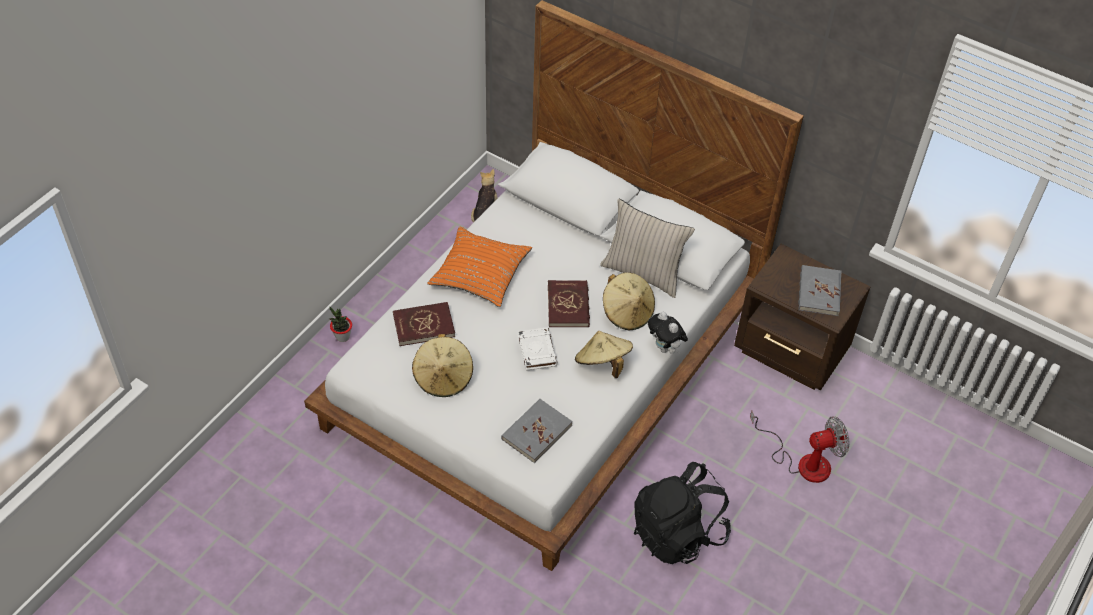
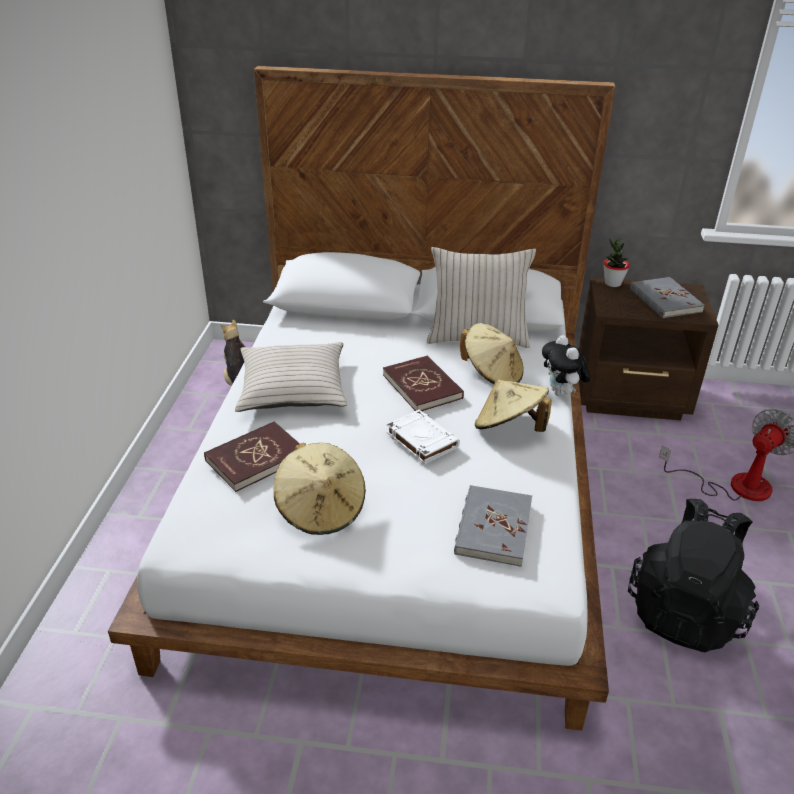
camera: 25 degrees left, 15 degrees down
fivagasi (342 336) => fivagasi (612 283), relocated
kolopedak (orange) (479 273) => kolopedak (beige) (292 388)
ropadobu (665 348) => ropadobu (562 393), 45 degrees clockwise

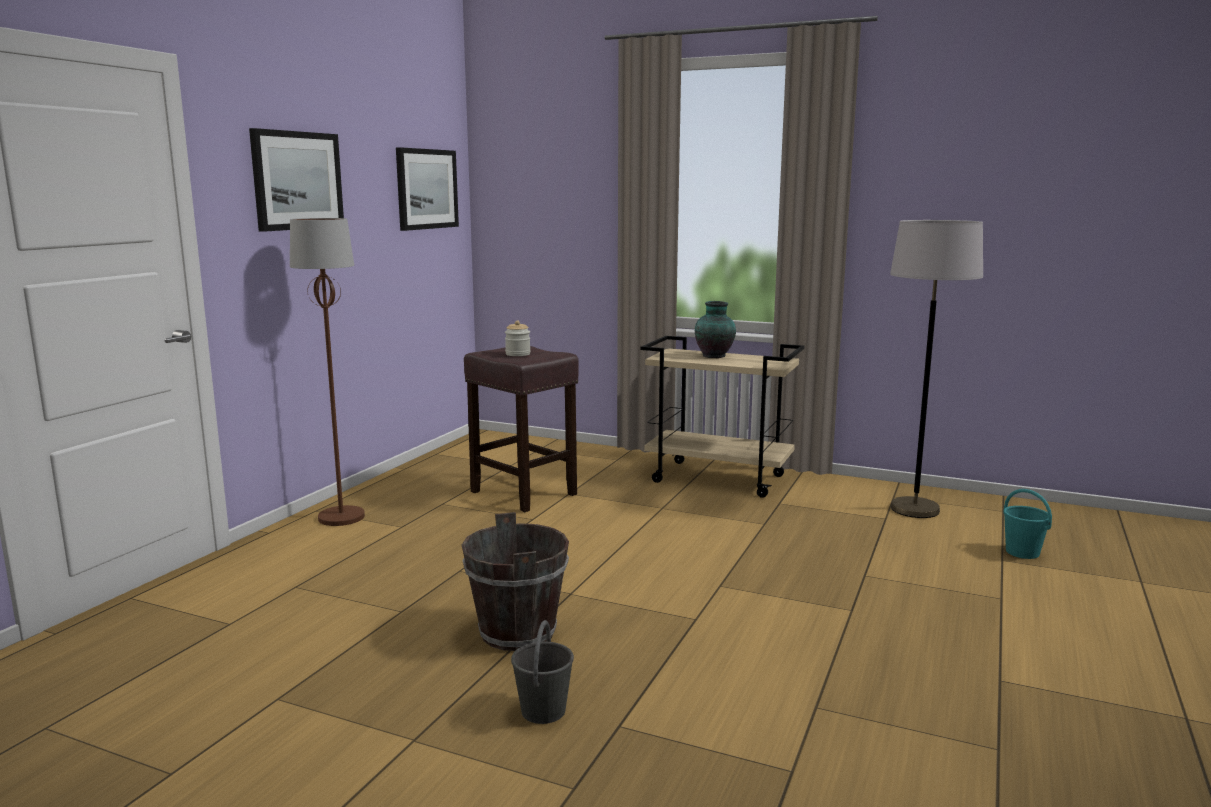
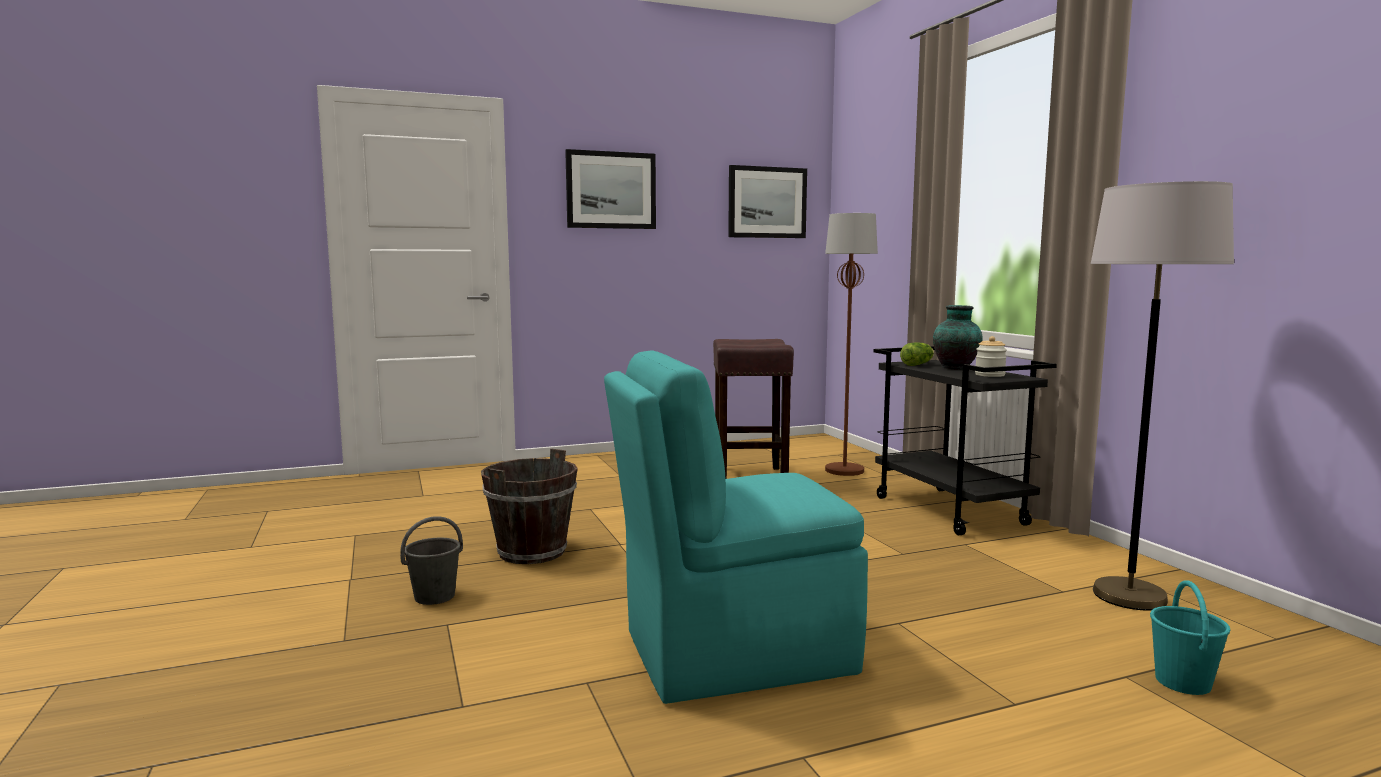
camera: 45 degrees right, 5 degrees down
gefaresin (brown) (342 517) => gefaresin (brown) (845 470), relocated
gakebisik (518 354) => gakebisik (989 375), relocated
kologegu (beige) (720 479) => kologegu (black) (951 511)
nothing => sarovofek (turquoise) (732 653)
nothing => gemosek (918 364)

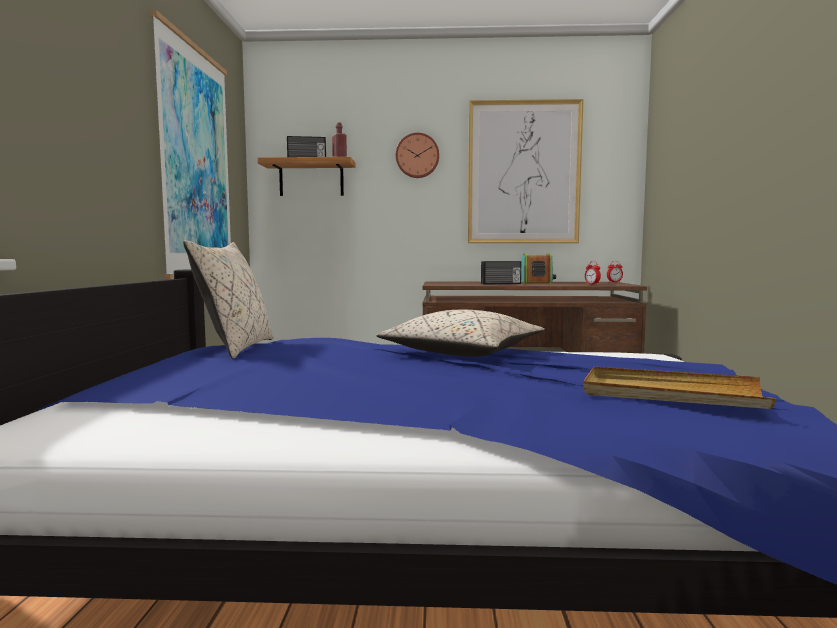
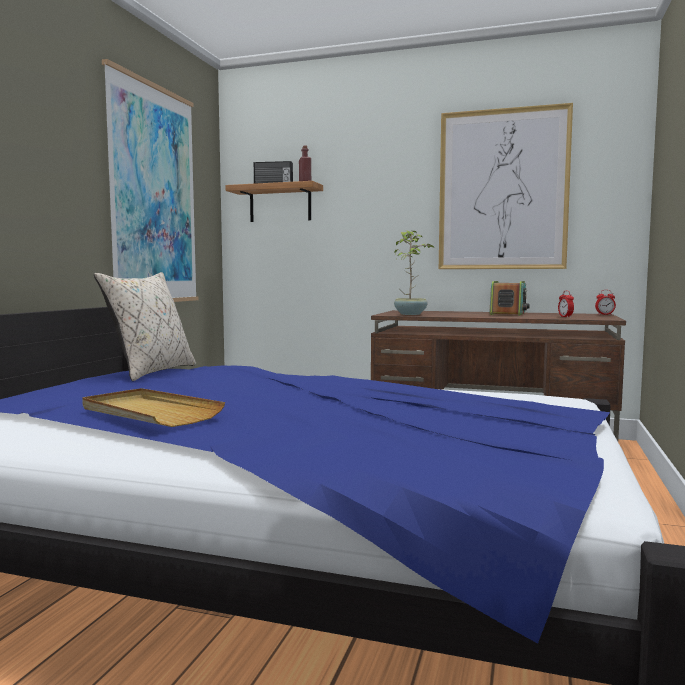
camera: 15 degrees right, 0 degrees up
kolopedak (beige) (462 353) => nothing
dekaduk (417 156) => nothing
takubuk (501 284) => nothing
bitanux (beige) (670 394) => bitanux (beige) (149 412), relocated
nothing => fivagasi (411 314)

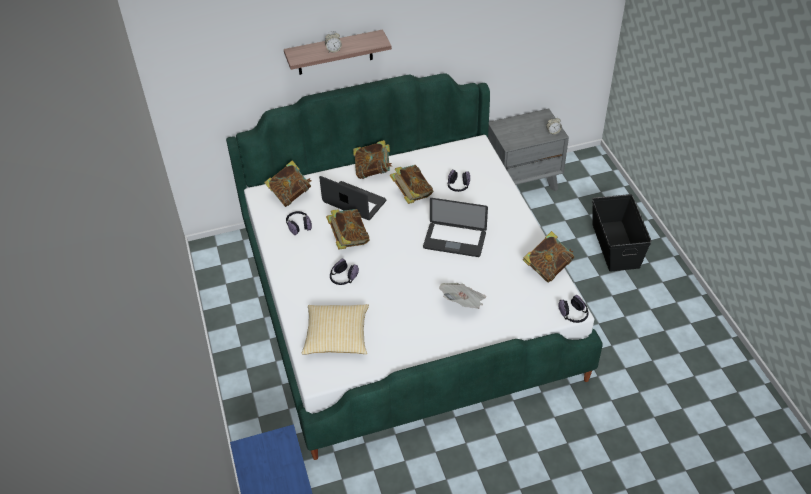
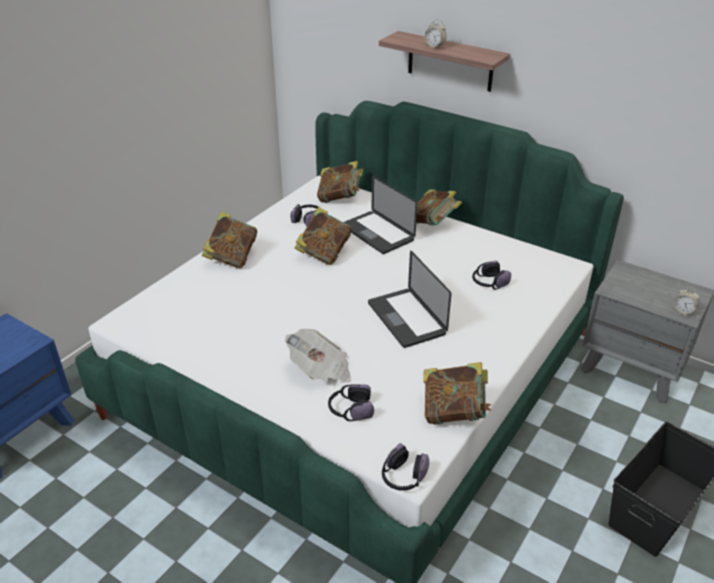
camera: 50 degrees right, 10 degrees down
kolopedak (337 337) => nothing
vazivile (354 202) => vazivile (377 233), 150 degrees clockwise
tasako (343 278) => tasako (350 410), relocated
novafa (411 194) => novafa (232 257), relocated

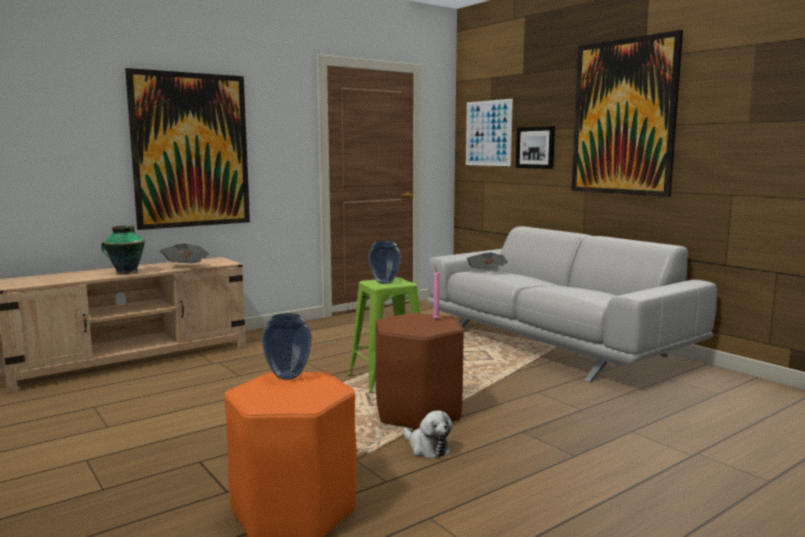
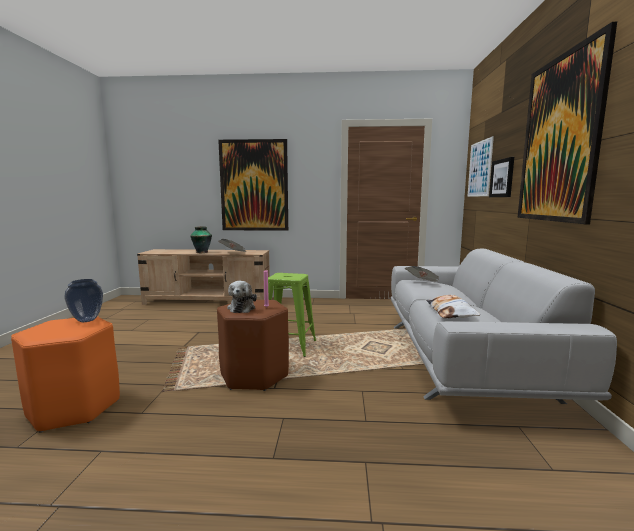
camera: 40 degrees right, 0 degrees up
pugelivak (384 282) => nothing
ropadobu (427 448) => ropadobu (242 308), relocated
nothing => kolopedak (451 312)

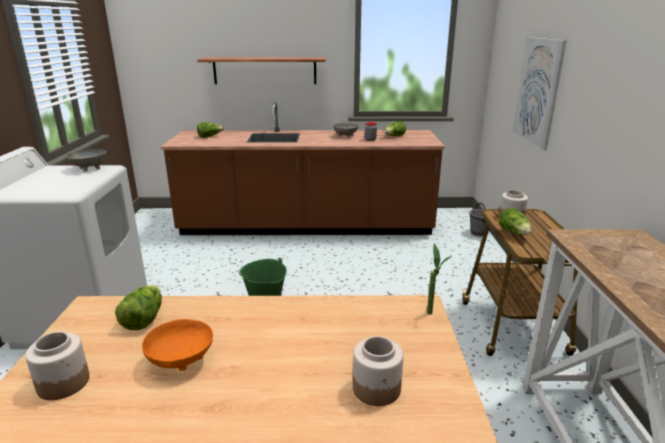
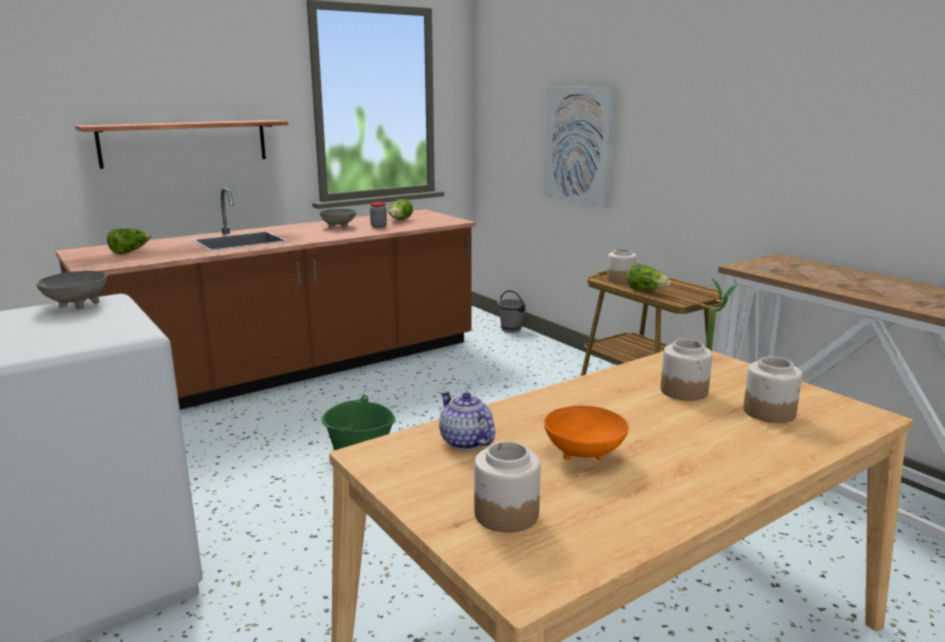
camera: 35 degrees left, 5 degrees down
gemosek (143 319) => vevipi (465 441)
nothing => gakebisik (684 391)

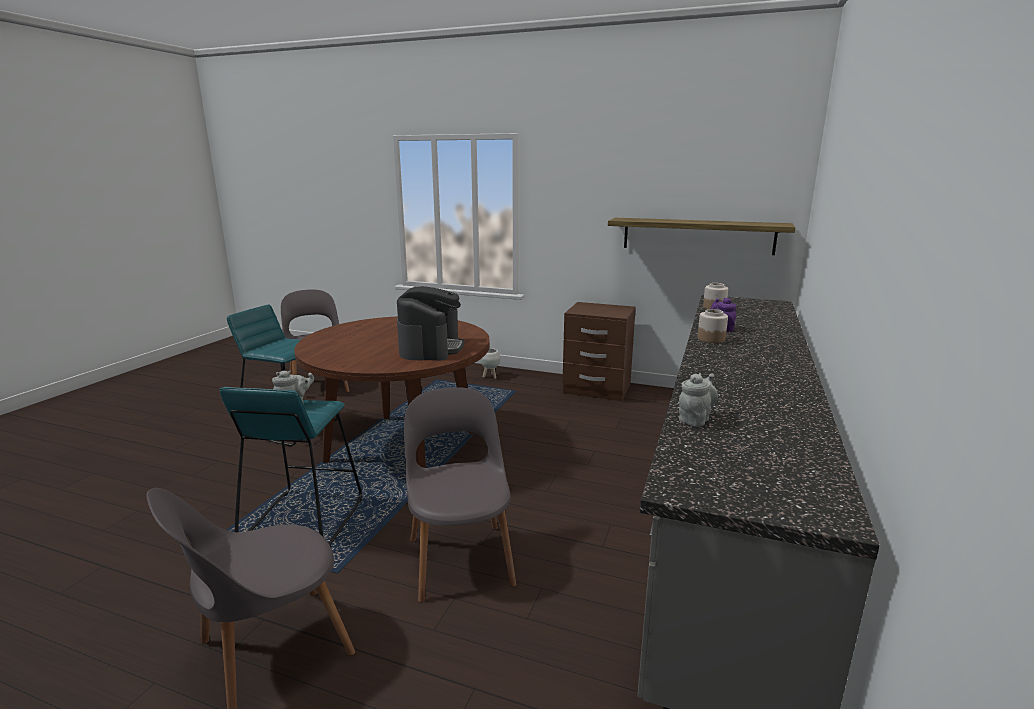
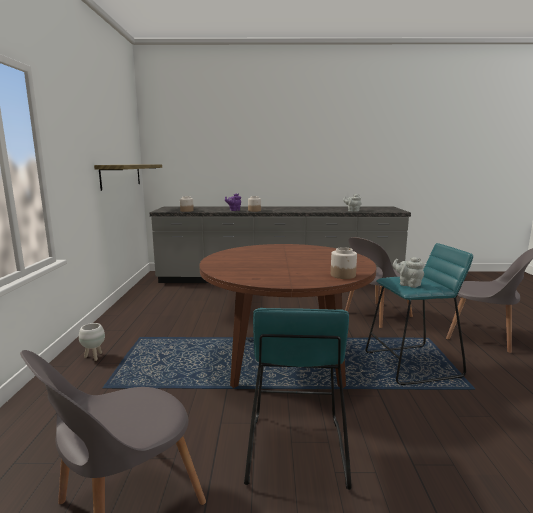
camera: 110 degrees left, 5 degrees down
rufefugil (431 348) => nothing
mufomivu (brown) (596 389) => nothing
nothing => gakebisik (343 275)

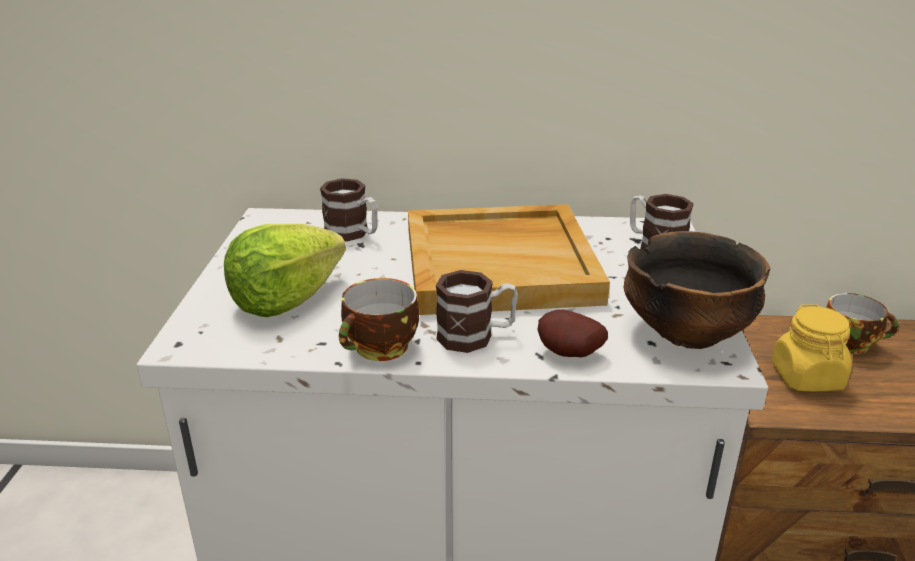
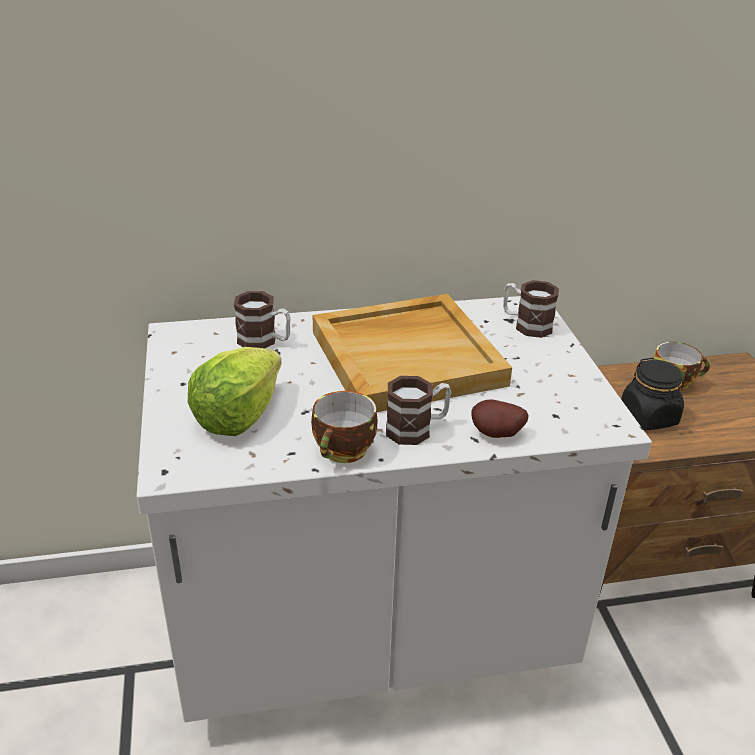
camera: 15 degrees left, 5 degrees up
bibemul (686 334) => nothing
gakebisik (yellow) (807 377) => gakebisik (black) (649 417)

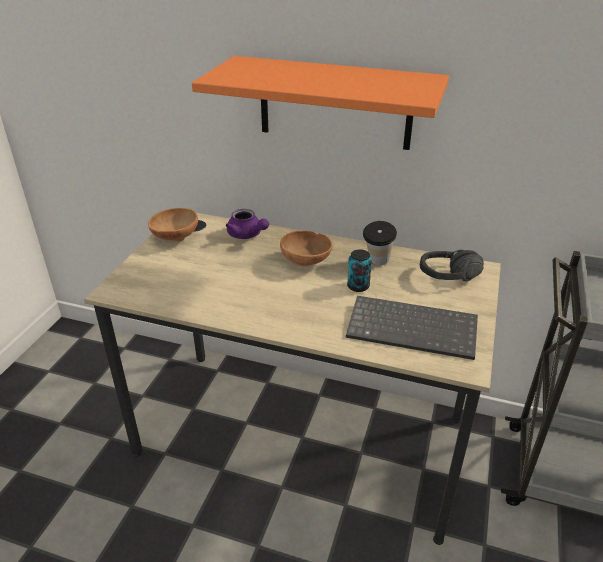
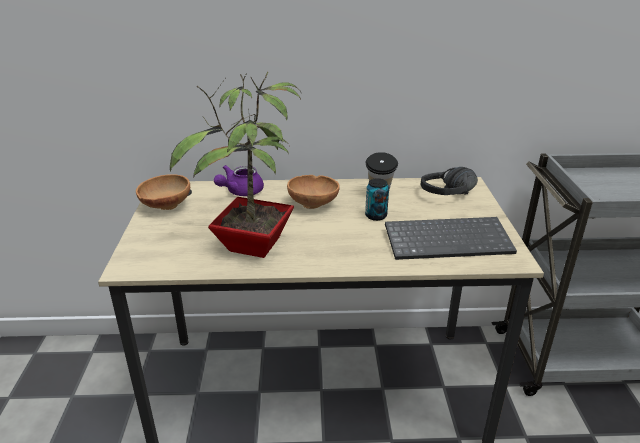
camera: 20 degrees left, 5 degrees down
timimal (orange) (335 103) => nothing
vevipi (purple) (247 235) => vevipi (purple) (240 192), 105 degrees clockwise
nothing => fivagasi (253 247)

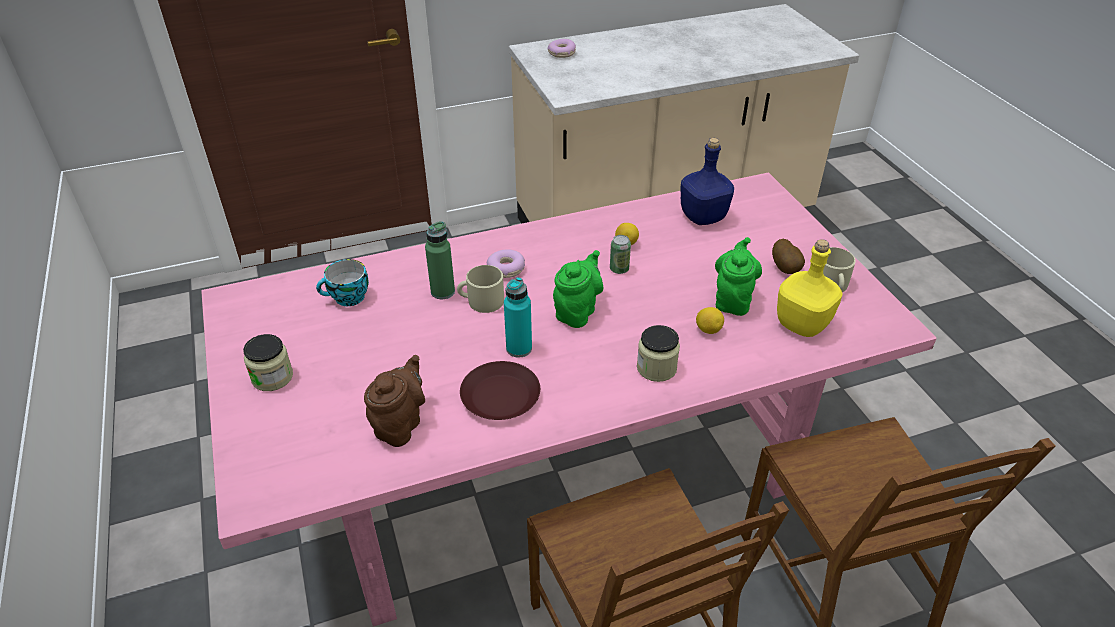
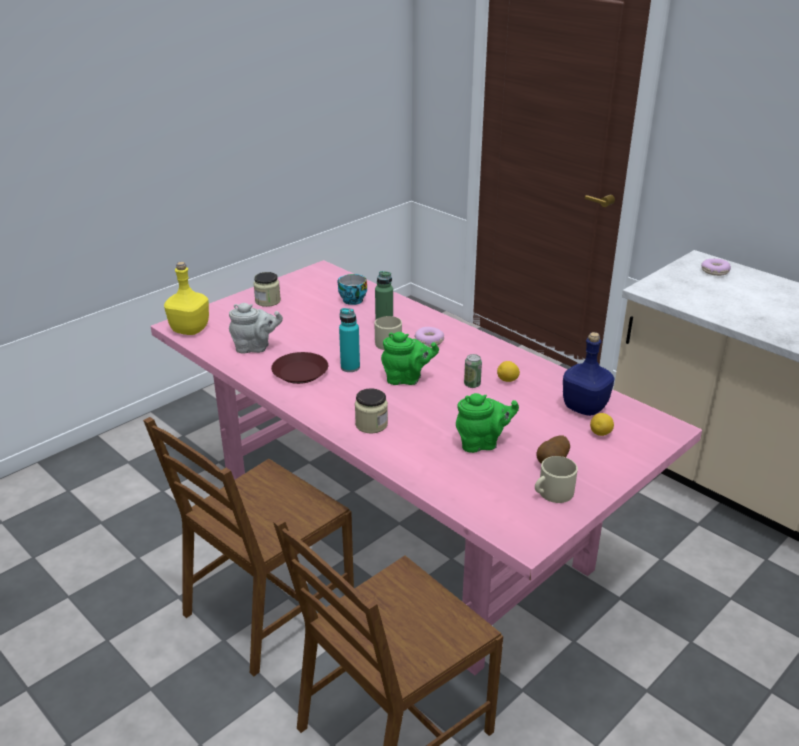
camera: 65 degrees right, 10 degrees down
vevipi (brown) (400 424) => vevipi (grey) (255 348)
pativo (708 330) => pativo (600 433), relocated
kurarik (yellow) (802 323) => kurarik (yellow) (191 330), relocated

